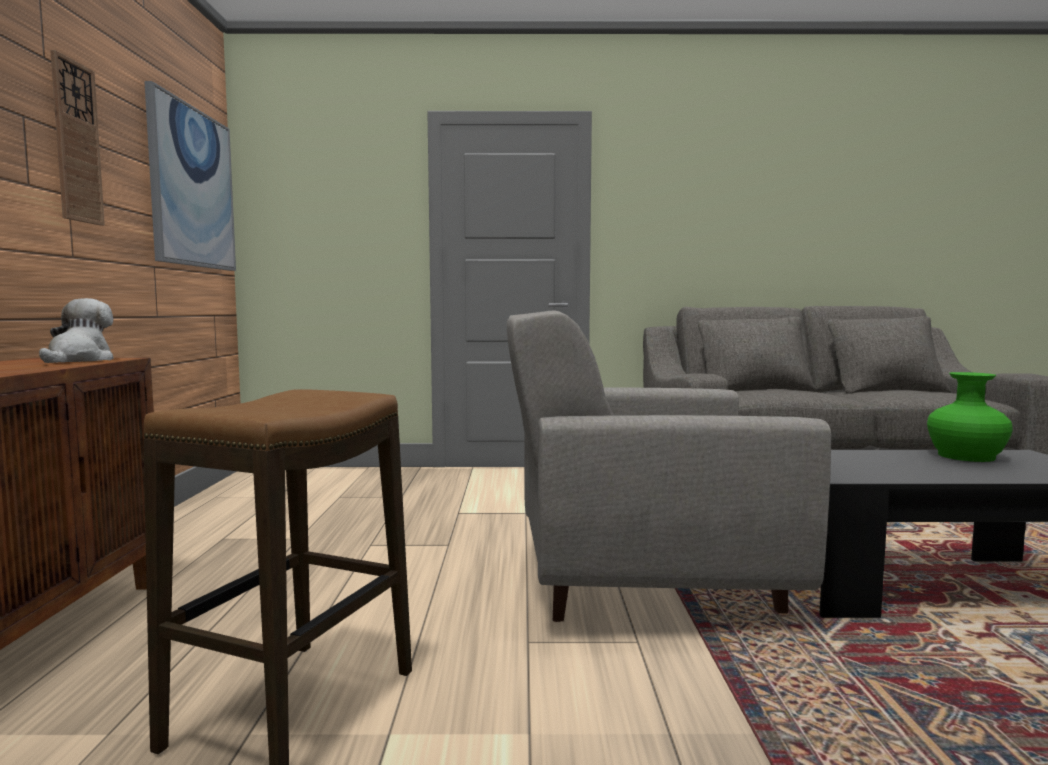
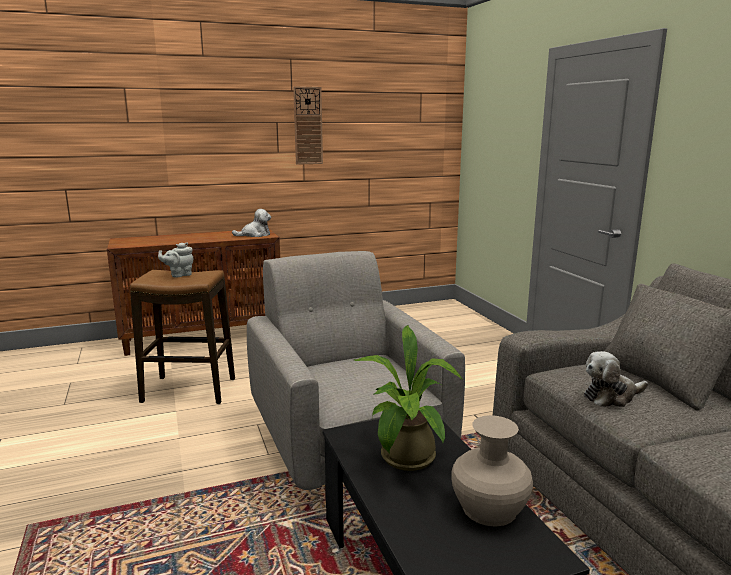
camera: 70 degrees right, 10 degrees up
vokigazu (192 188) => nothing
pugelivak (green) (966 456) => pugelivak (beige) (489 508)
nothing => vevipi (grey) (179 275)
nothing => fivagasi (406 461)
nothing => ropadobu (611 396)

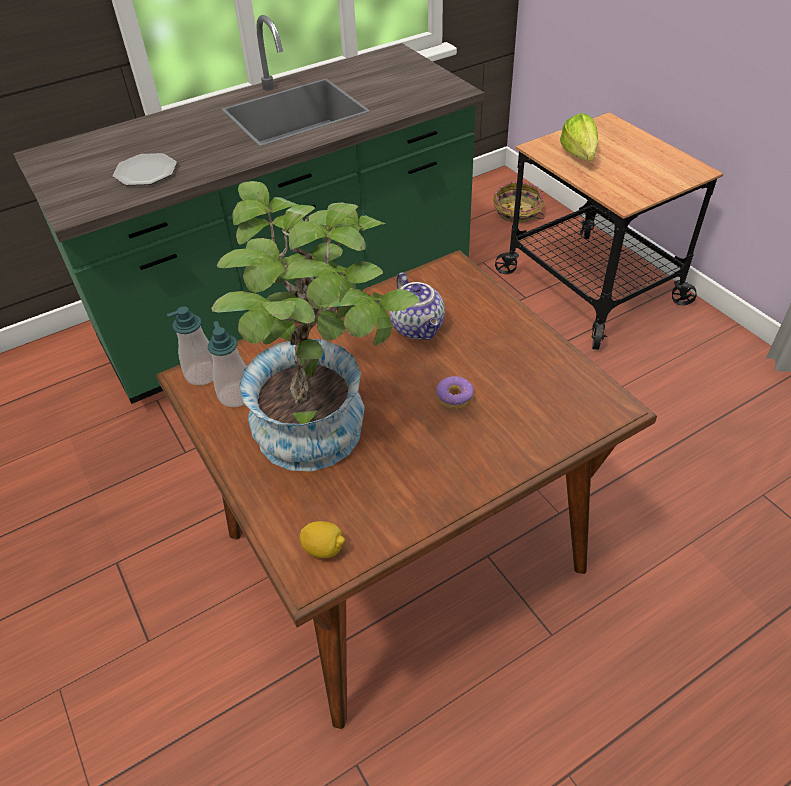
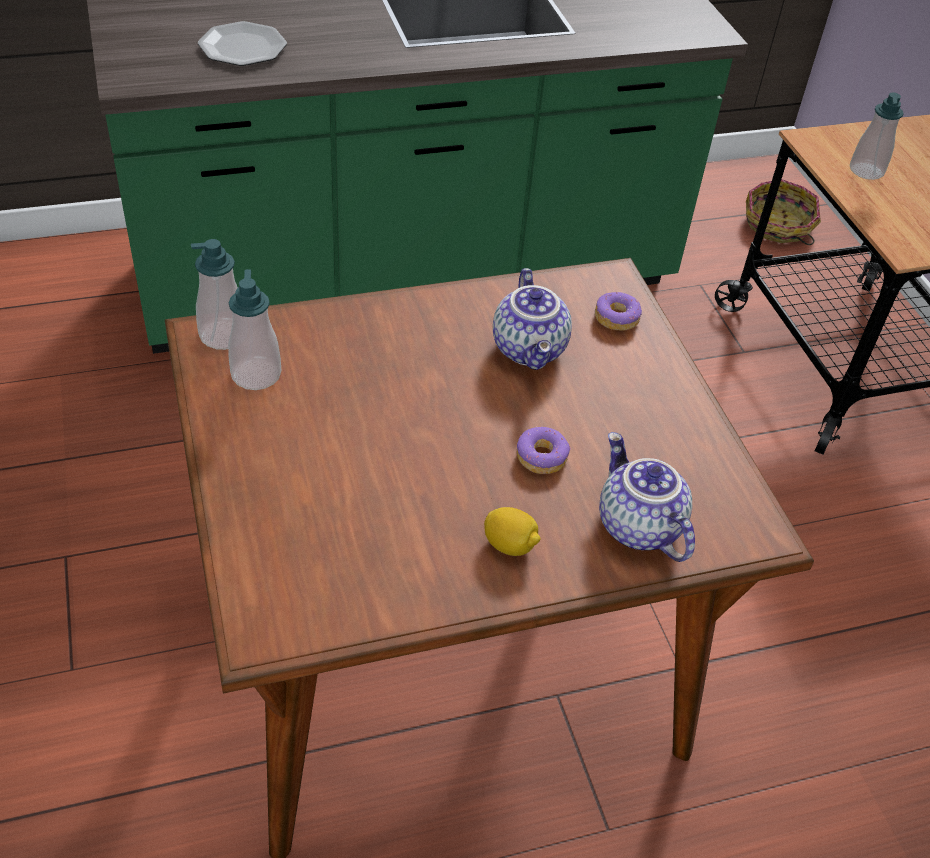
camera: 10 degrees right, 0 degrees up
fivagasi (327 430) => nothing
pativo (324 549) => pativo (509 545), relocated
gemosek (579 158) => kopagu (866 170)
nothing => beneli (616 318)
nothing => vevipi (636 526)

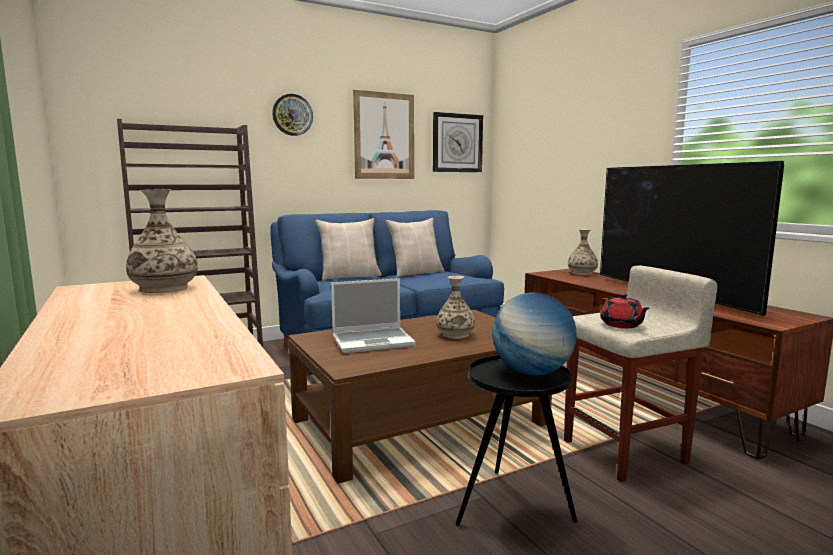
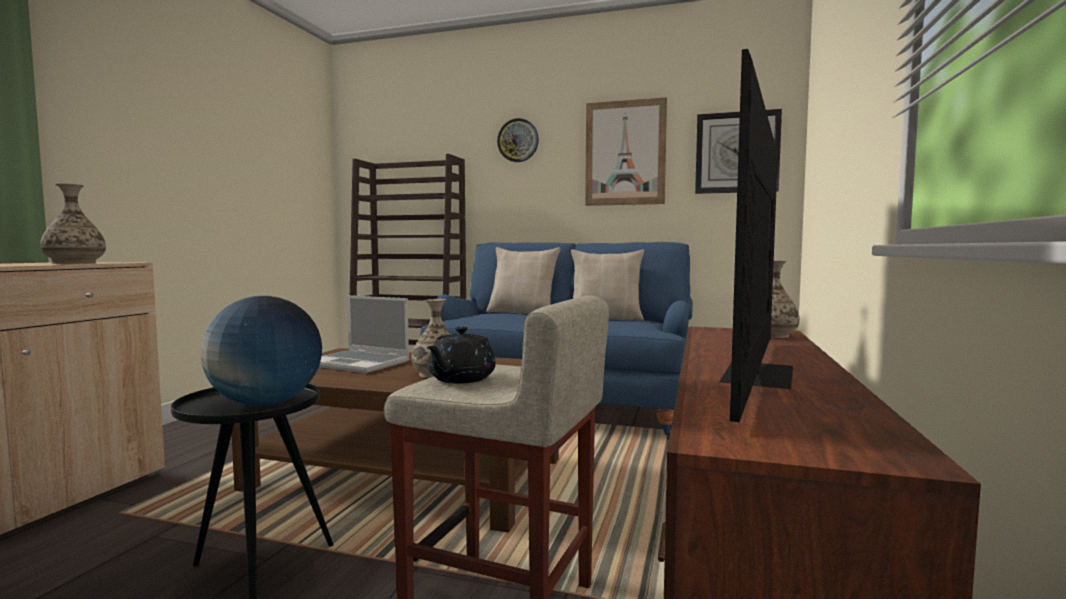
camera: 45 degrees right, 5 degrees down
vevipi (red) (622 325) => vevipi (black) (460 379)

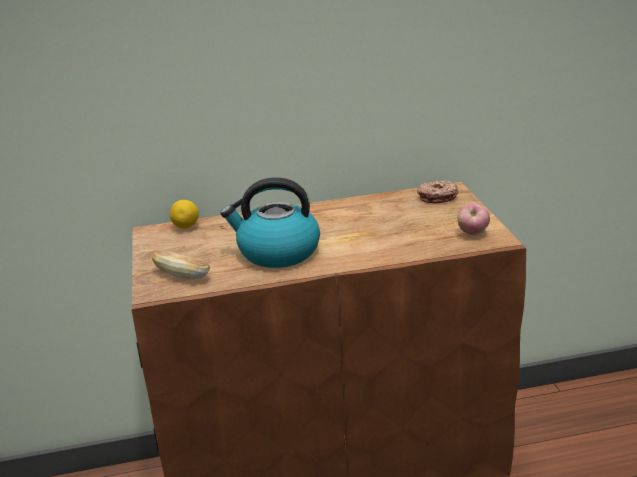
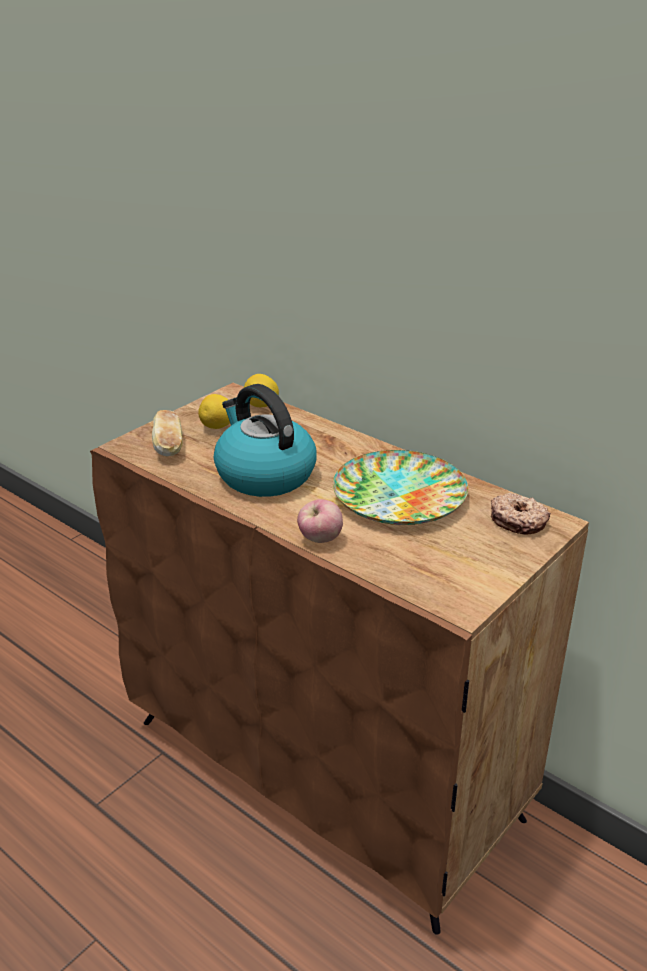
camera: 50 degrees right, 5 degrees up
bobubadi (473 234) => bobubadi (320 539), relocated
nothing => pativo (217 427)
nothing => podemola (398 495)

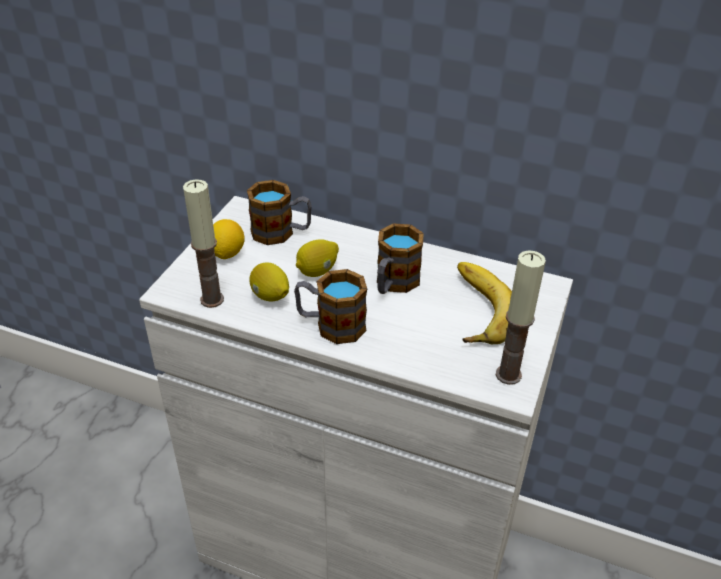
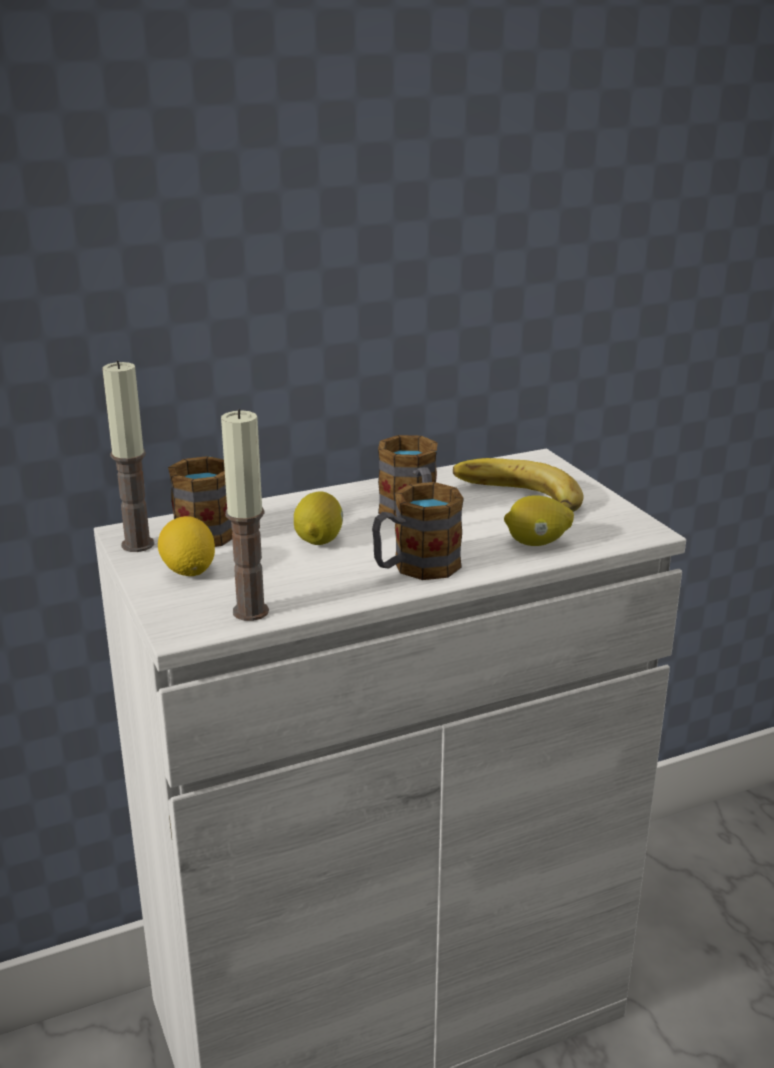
camera: 45 degrees left, 15 degrees down
pativo (270 296) => pativo (536 543), relocated
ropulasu (508 375) => ropulasu (138 544), relocated

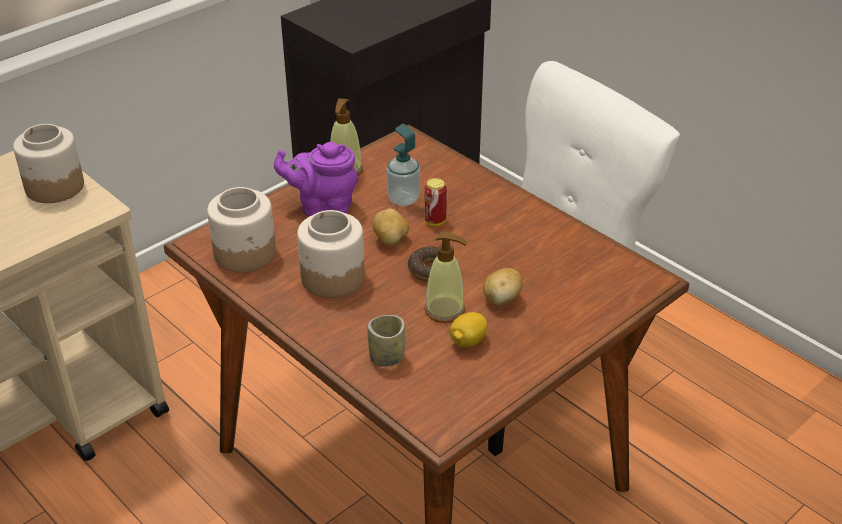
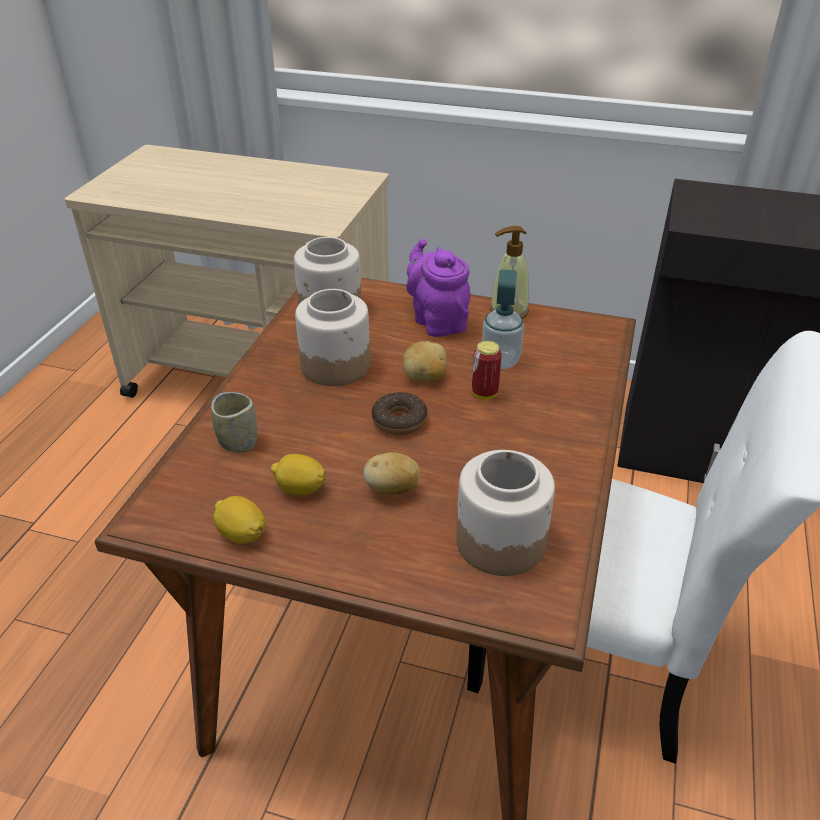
camera: 60 degrees right, 0 degrees up
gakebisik (54 187) => gakebisik (500 541), relocated
kopagu (445 310) => nothing
nothing => pativo (242 534)

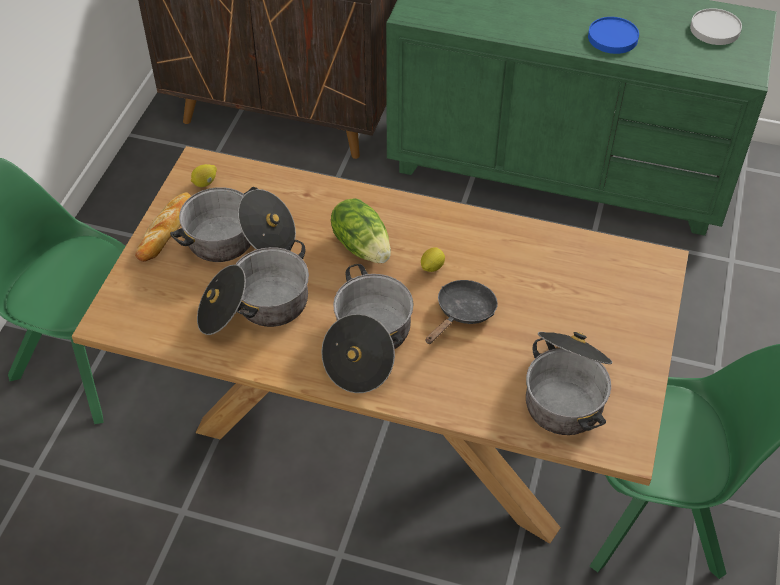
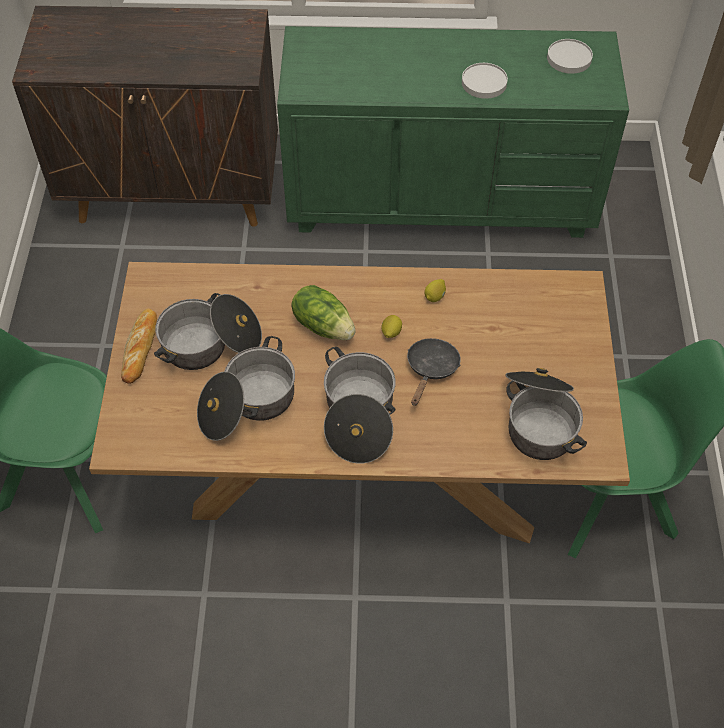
camera: 15 degrees left, 5 degrees up
pativo (205 183) => pativo (435 296), relocated
podemola (blue) (613 38) => podemola (white) (484 83)

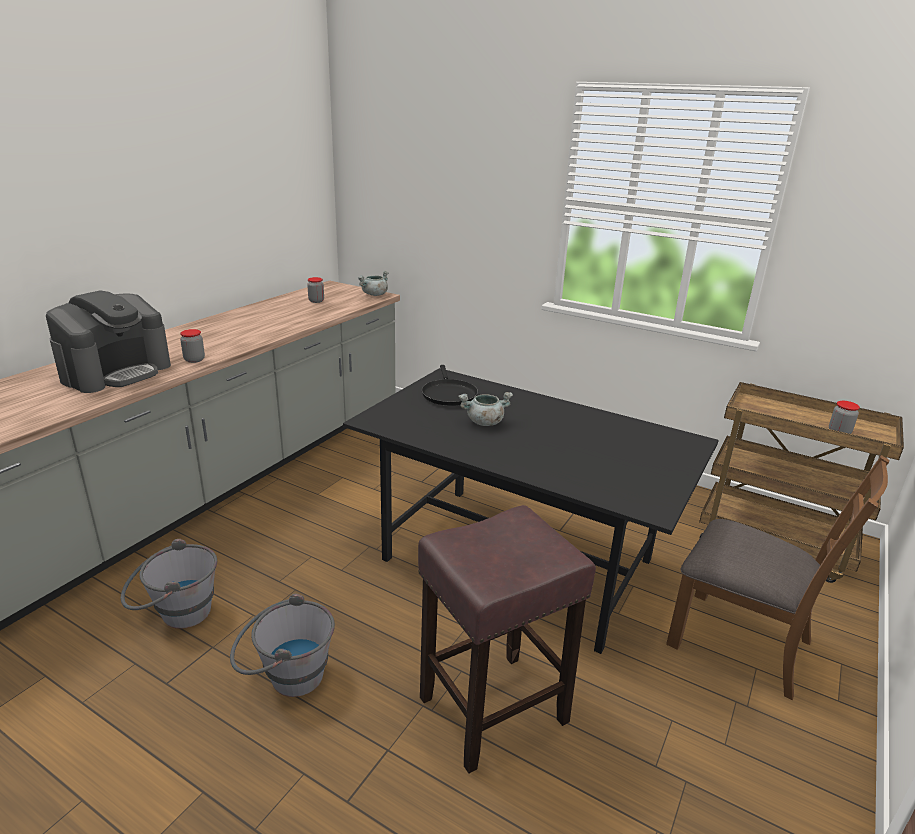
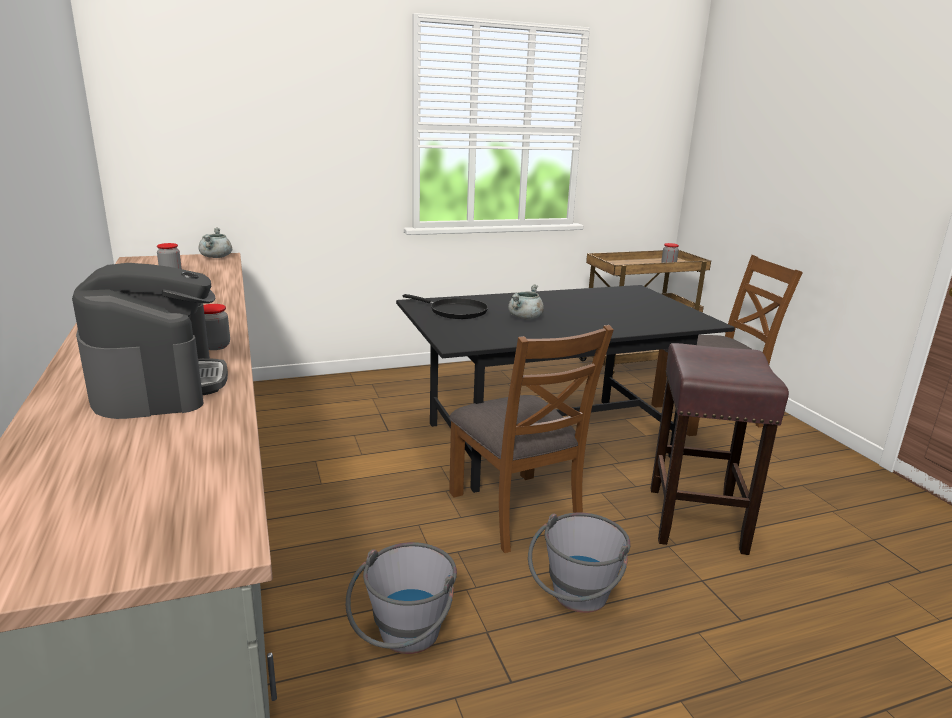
camera: 50 degrees left, 5 degrees down
nothing => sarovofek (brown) (516 510)

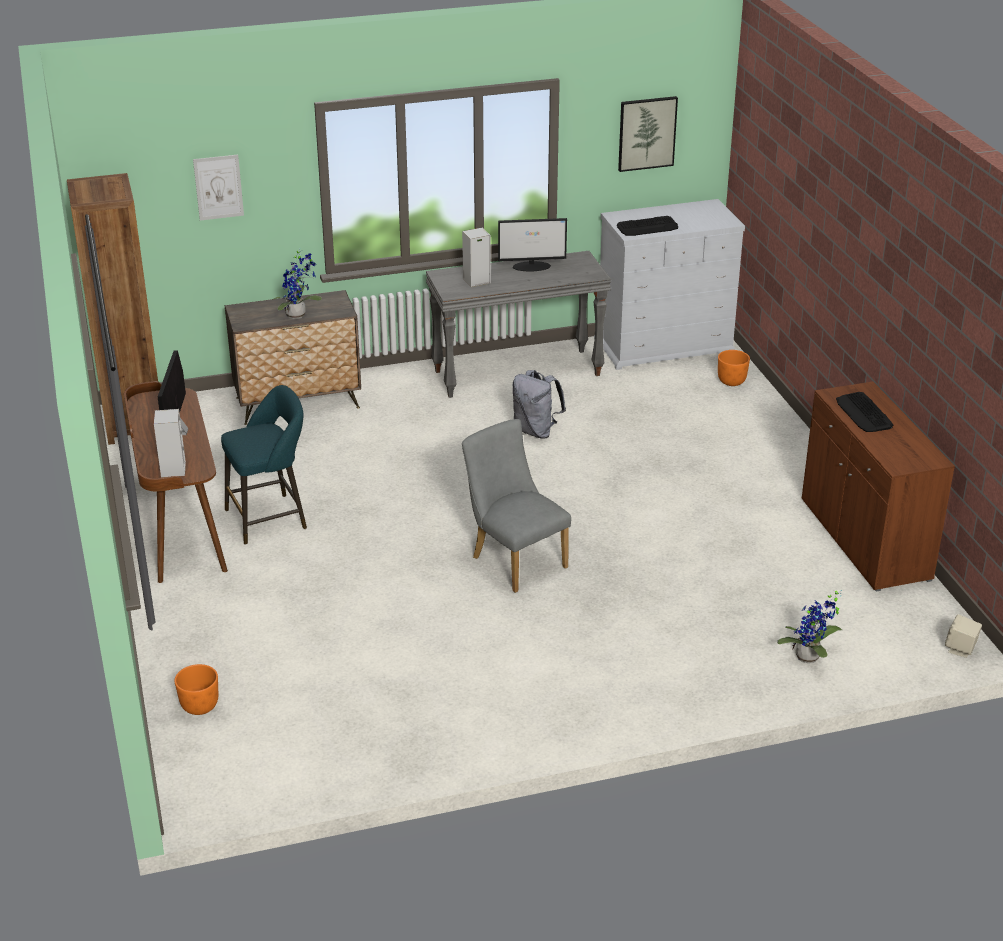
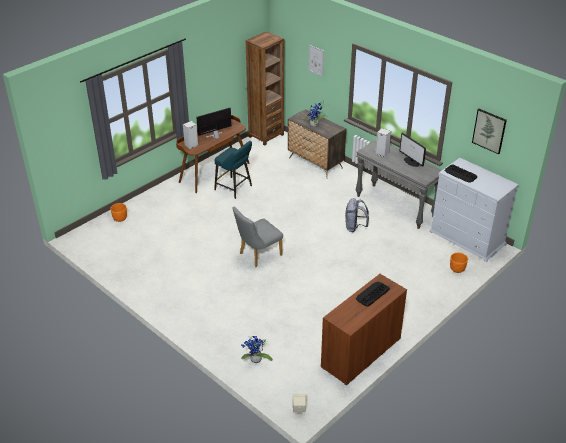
camera: 60 degrees right, 5 degrees up
sarovofek (grey) (514 560) => sarovofek (grey) (257 255), 150 degrees counterclockwise

